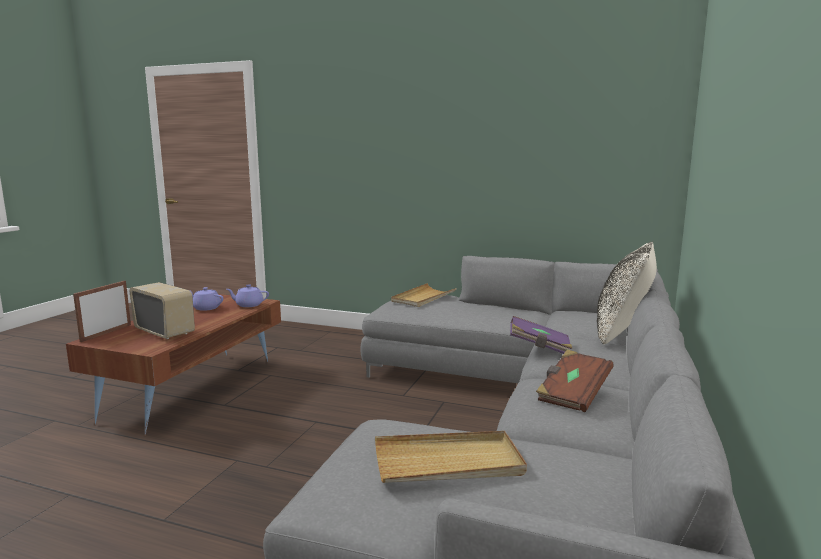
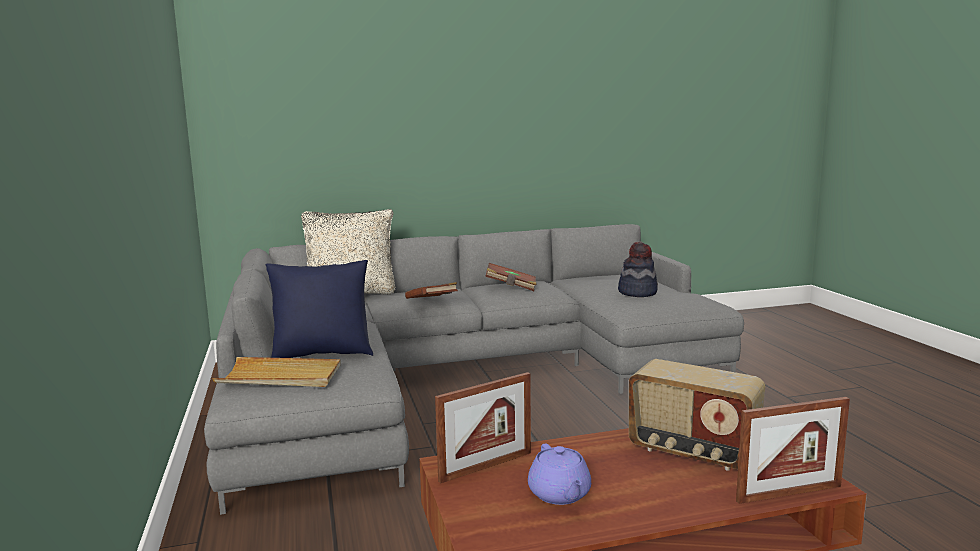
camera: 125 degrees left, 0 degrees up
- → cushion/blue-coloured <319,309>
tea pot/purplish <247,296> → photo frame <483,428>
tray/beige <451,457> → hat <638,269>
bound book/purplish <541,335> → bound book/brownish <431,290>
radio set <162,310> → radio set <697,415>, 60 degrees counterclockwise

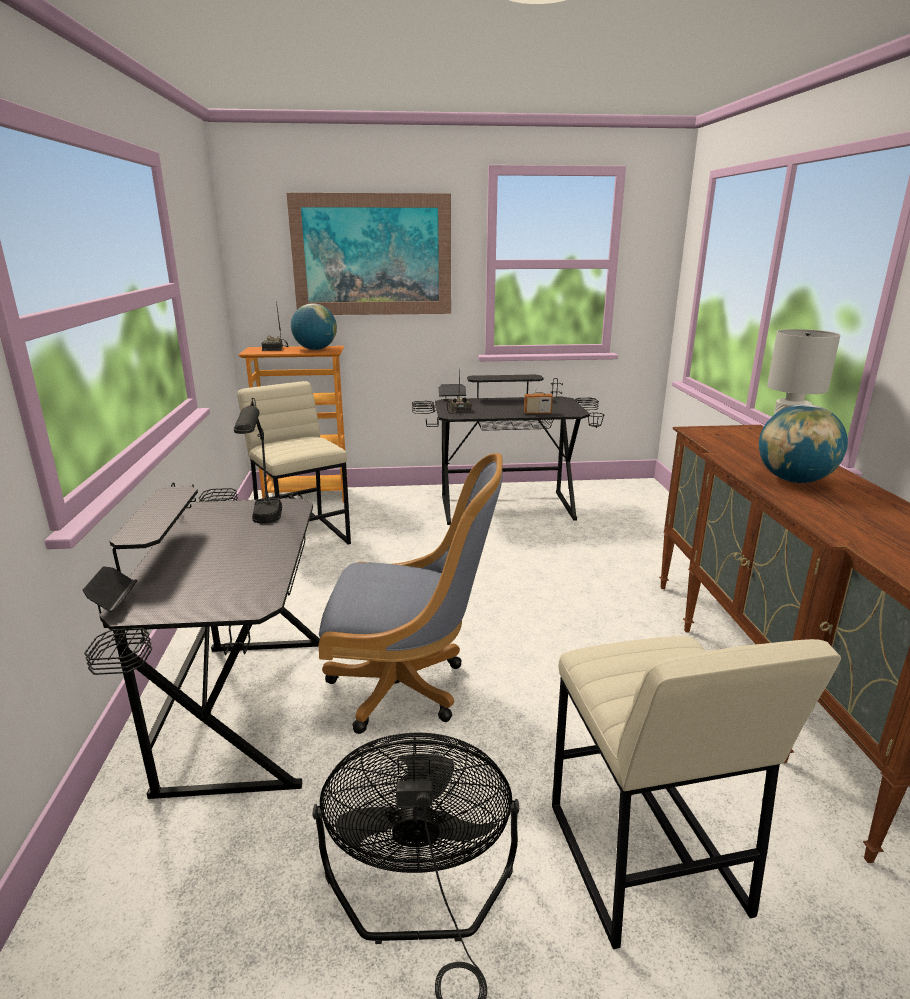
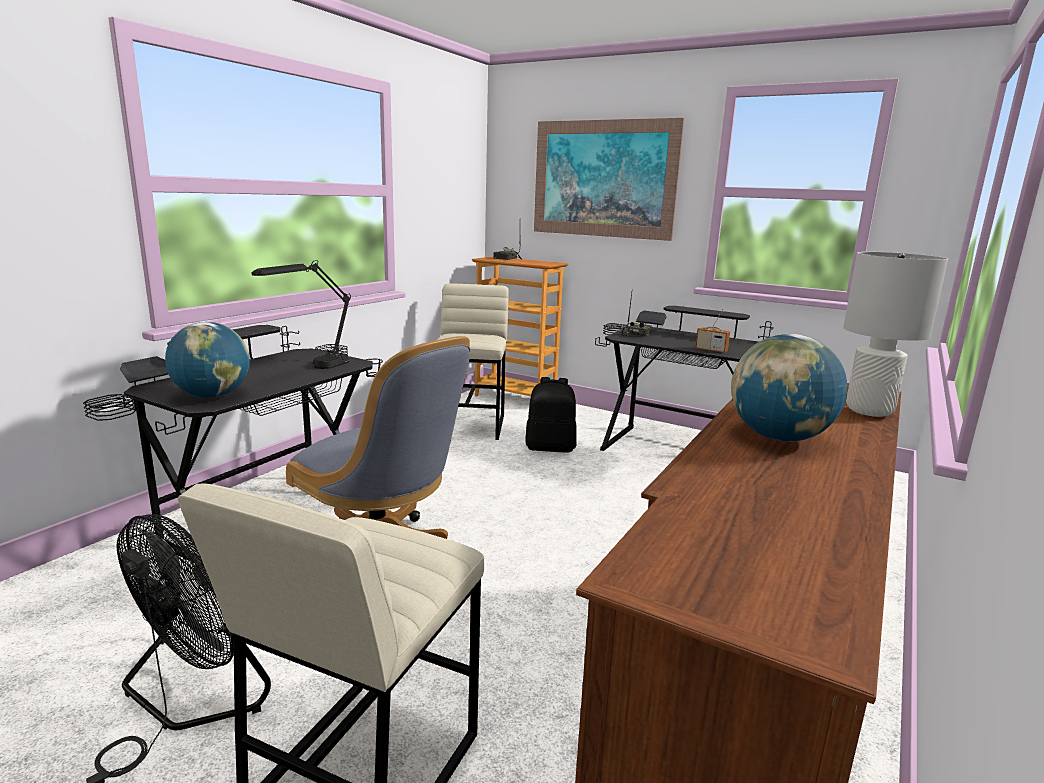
camera: 35 degrees right, 5 degrees down
- → rucksack/black-coloured <551,415>
world globe <314,326> → world globe <207,360>, relocated

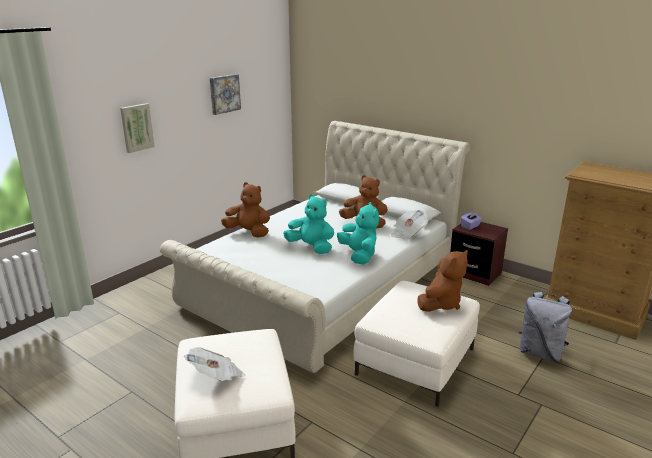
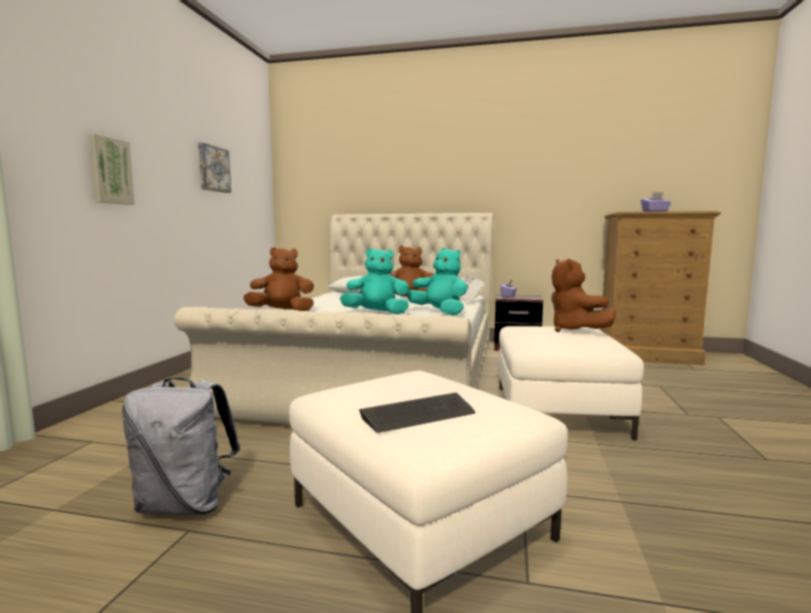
camera: 25 degrees left, 15 degrees down
- → tissue holder/purplish <656,202>
rucksack/greyish <545,327> → rucksack/greyish <181,446>, relocated
daily paper <215,364> → PC keyboard <417,413>
cuddly toy/brownish <442,281> → cuddly toy/brownish <583,295>, 150 degrees clockwise

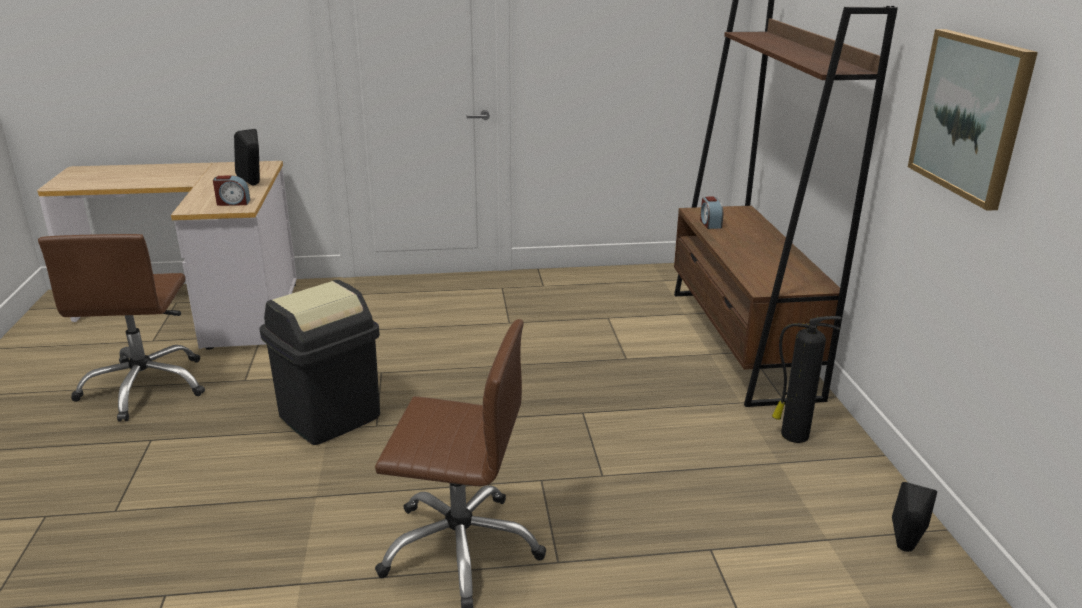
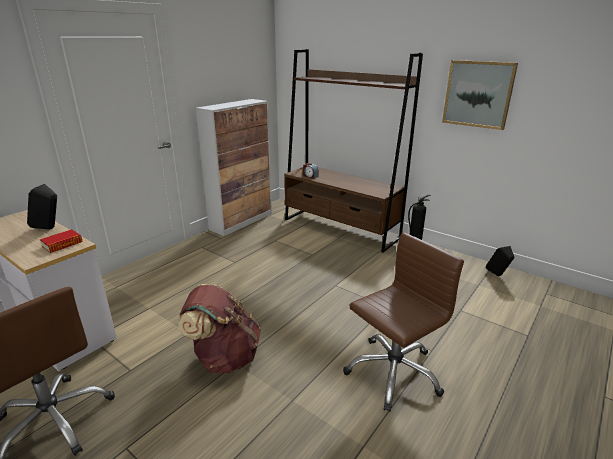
camera: 45 degrees left, 0 degrees up
- → cupboard <234,167>
table clock <231,190> → bound book <61,241>
waste bin/black-coloured <320,362> → rucksack/brownish <219,328>

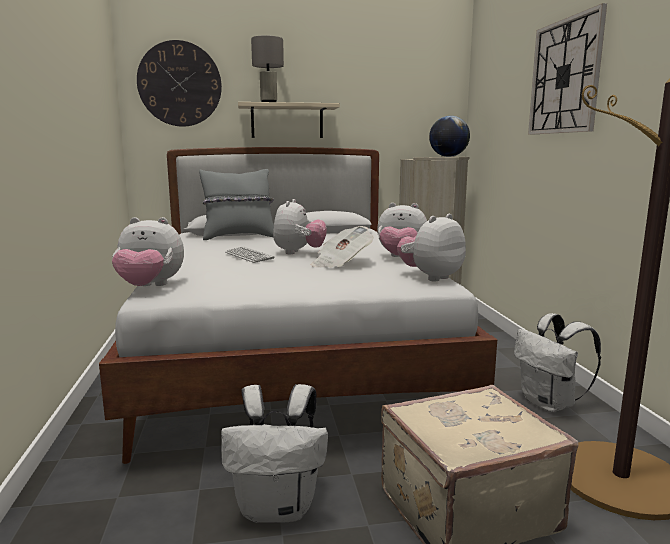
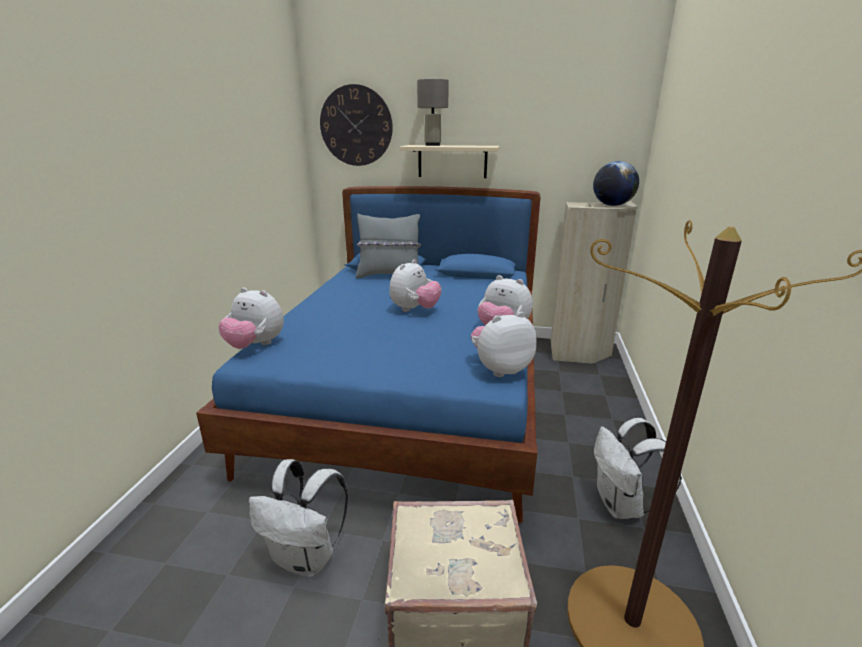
camera: 20 degrees right, 10 degrees up
PC keyboard <249,255> → -
daily paper <342,247> → -
hanging clock <567,69> → -
sleeping bed/white-coloured <298,305> → sleeping bed/blue-coloured <368,354>

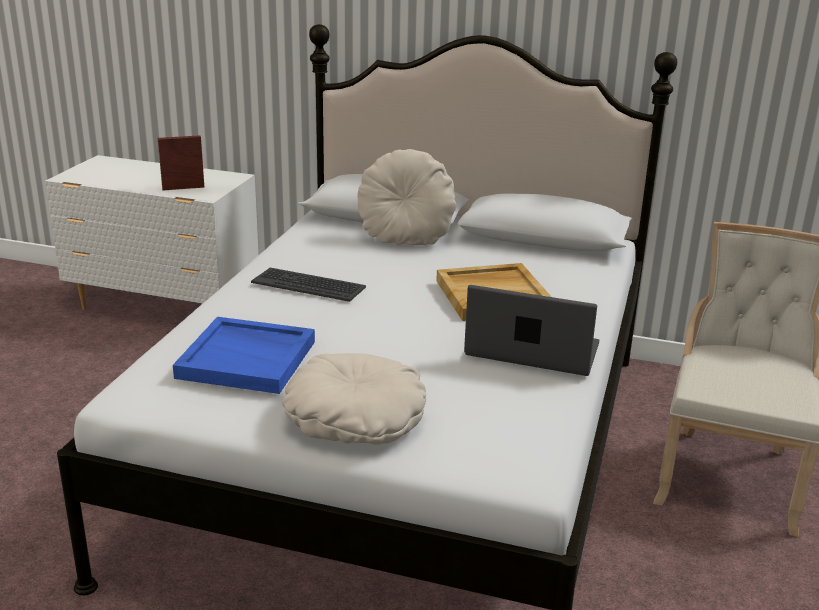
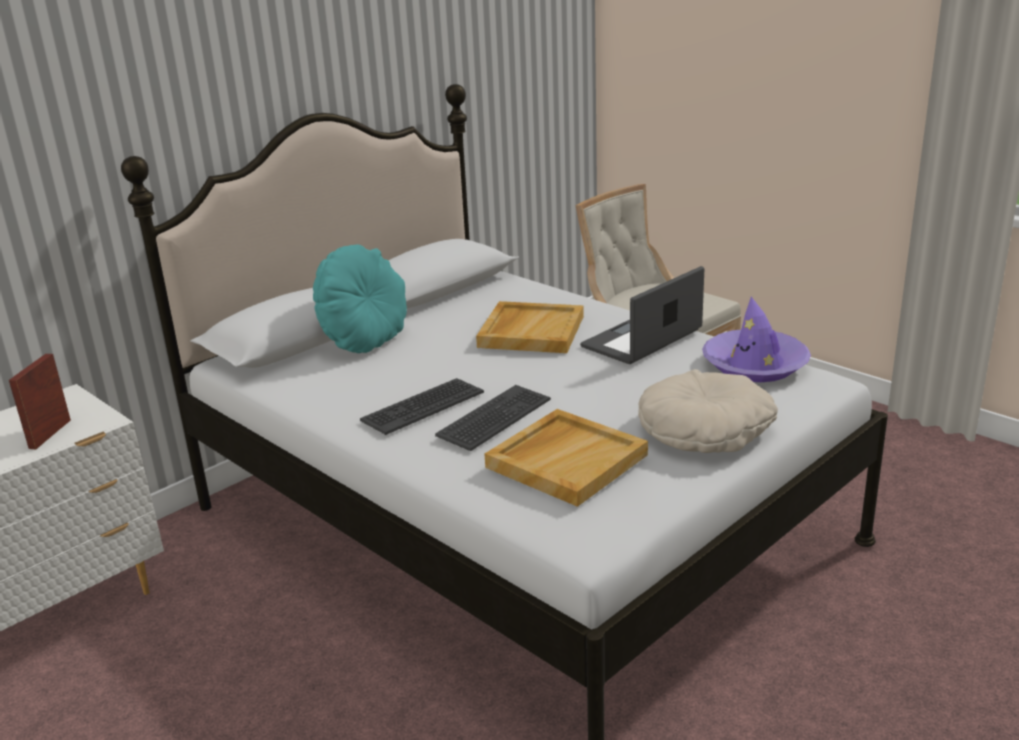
camera: 60 degrees left, 0 degrees up
- → PC keyboard <493,418>
- → hat/purplish <756,339>
tray/blue-coloured <244,355> → tray/beige <566,458>
cushion/beige <406,197> → cushion/blue-green <360,299>

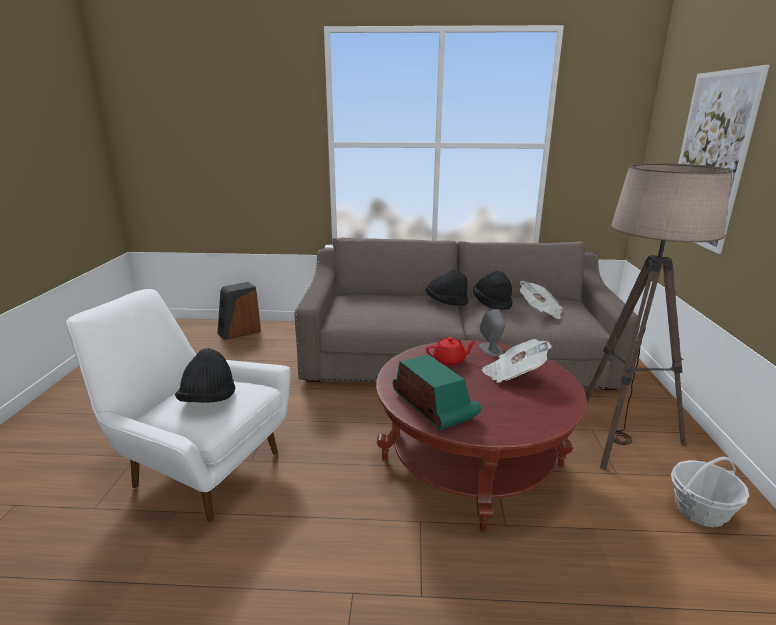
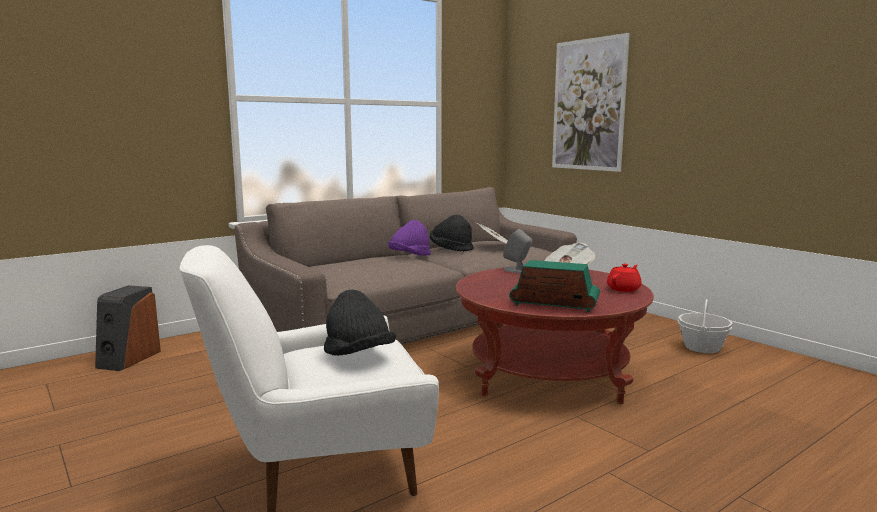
camera: 40 degrees left, 10 degrees down
standard lamp <658,316> → -
tea pot/reddish <451,351> → tea pot/reddish <624,278>, relocated
hat/black-coloured <447,287> → hat/purplish <409,238>

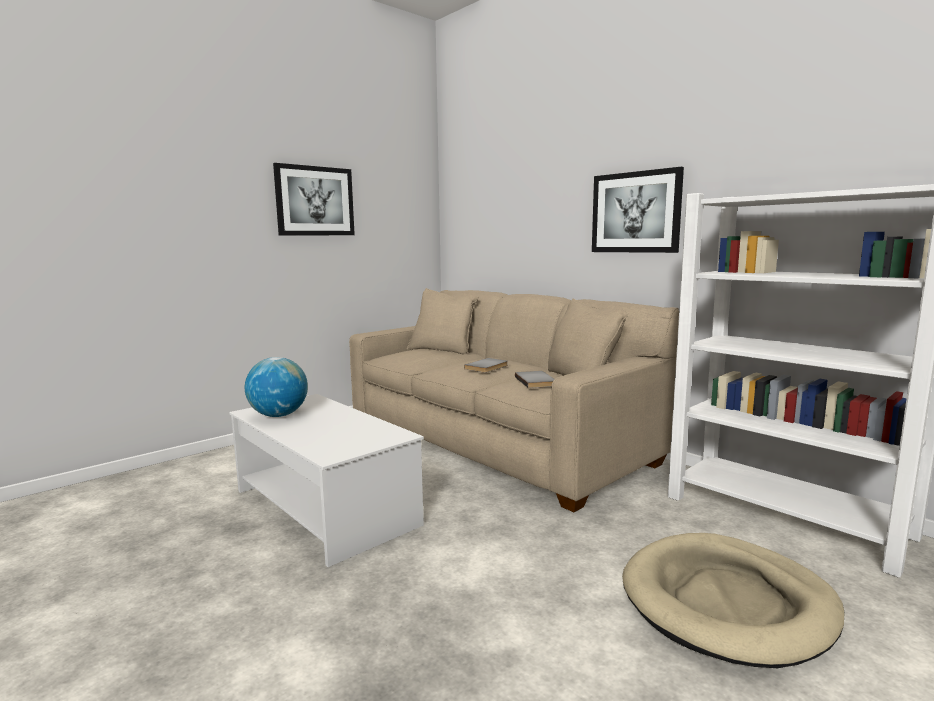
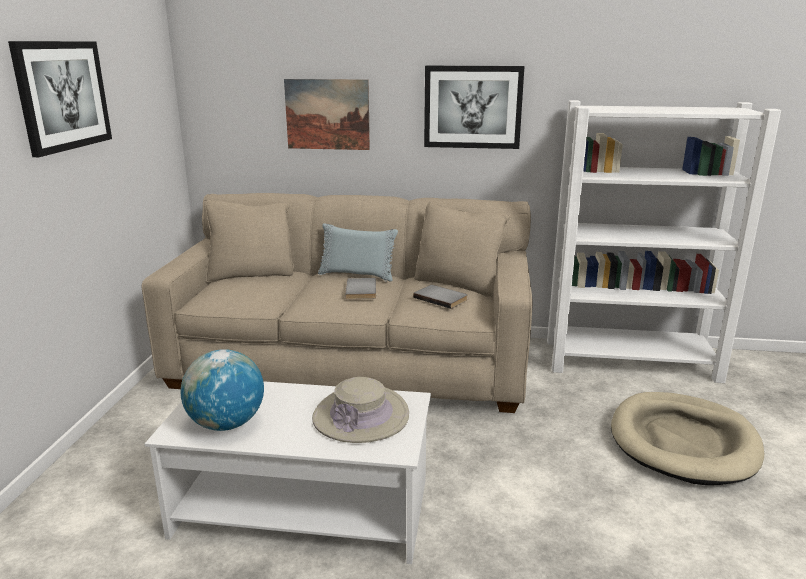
camera: 40 degrees left, 10 degrees up
- → wall art <327,114>
- → hat/beige <360,410>
- → cushion/blue-coloured <358,252>

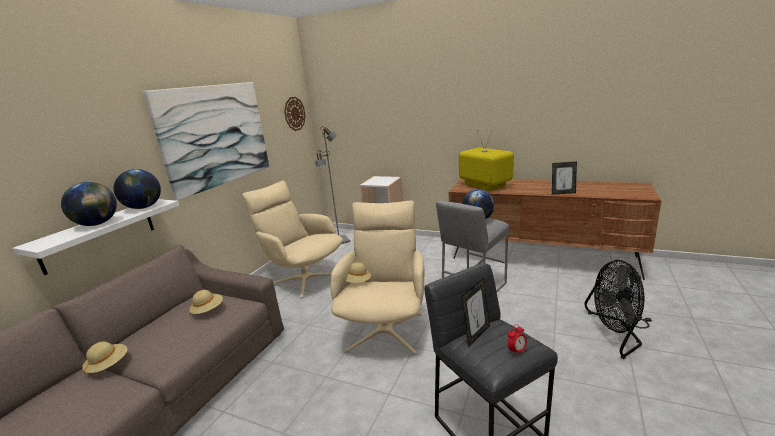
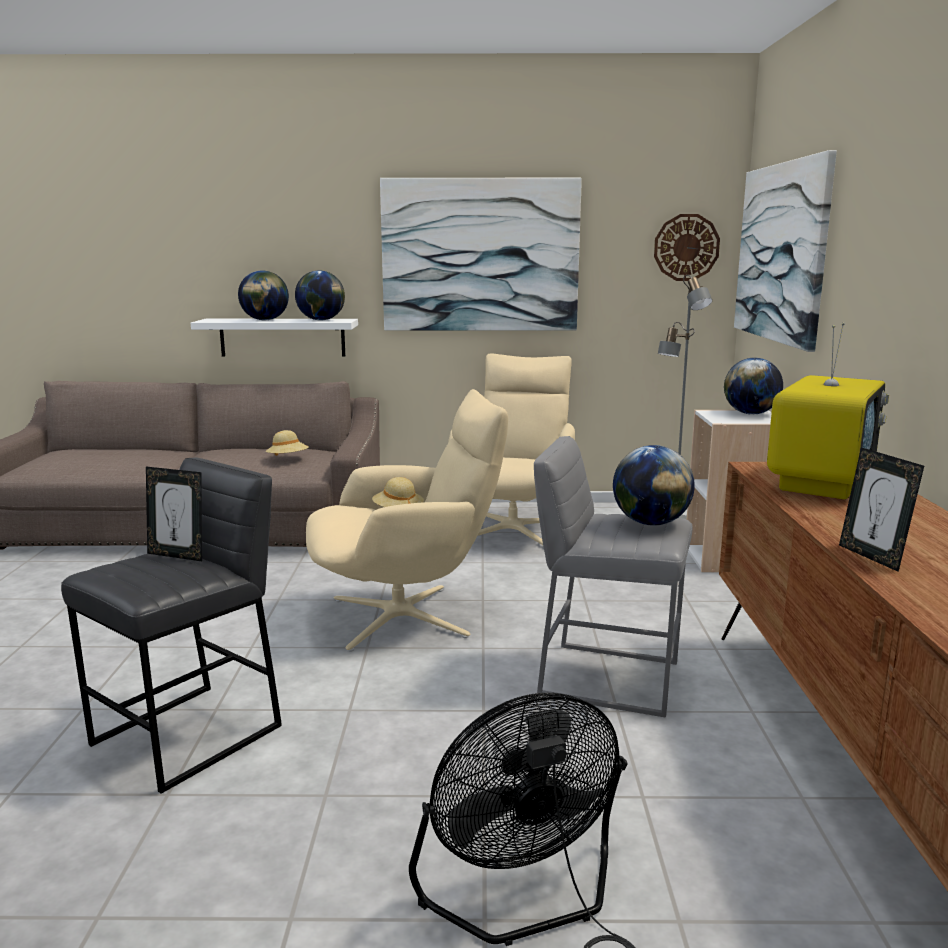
camera: 65 degrees right, 5 degrees down
hat/beige <104,359> → -
table clock <517,339> → -
- → world globe <753,386>
- → wall art <785,251>

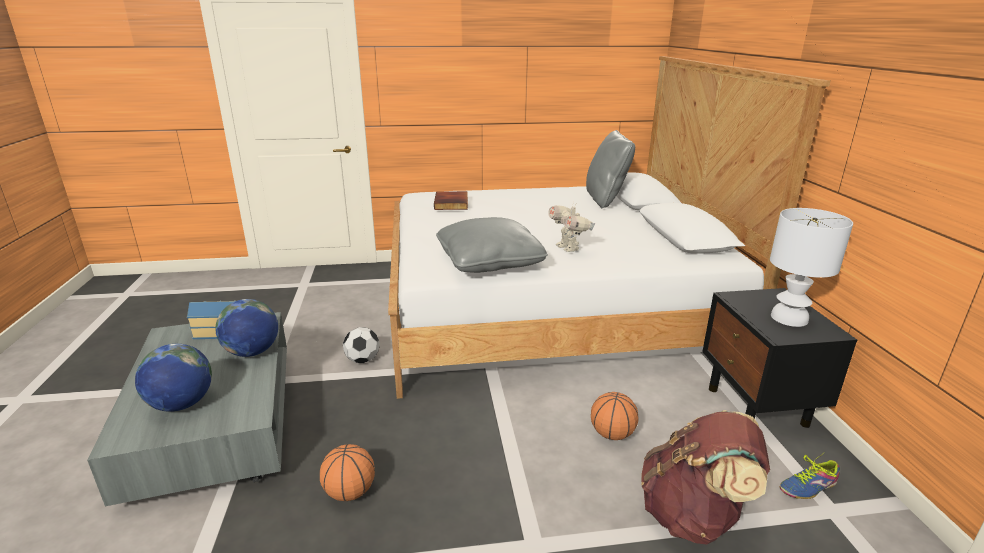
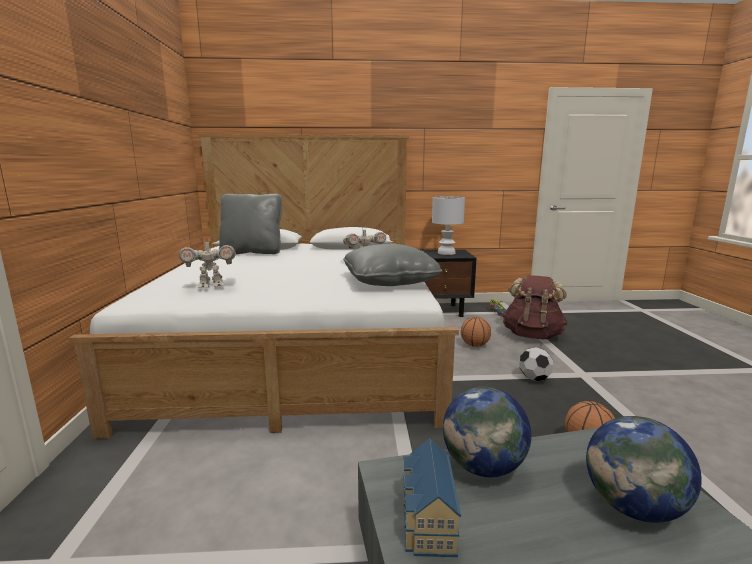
camera: 85 degrees left, 10 degrees down
football ball <361,345> → football ball <536,364>, relocated
bound book <451,200> → model robot <207,262>

